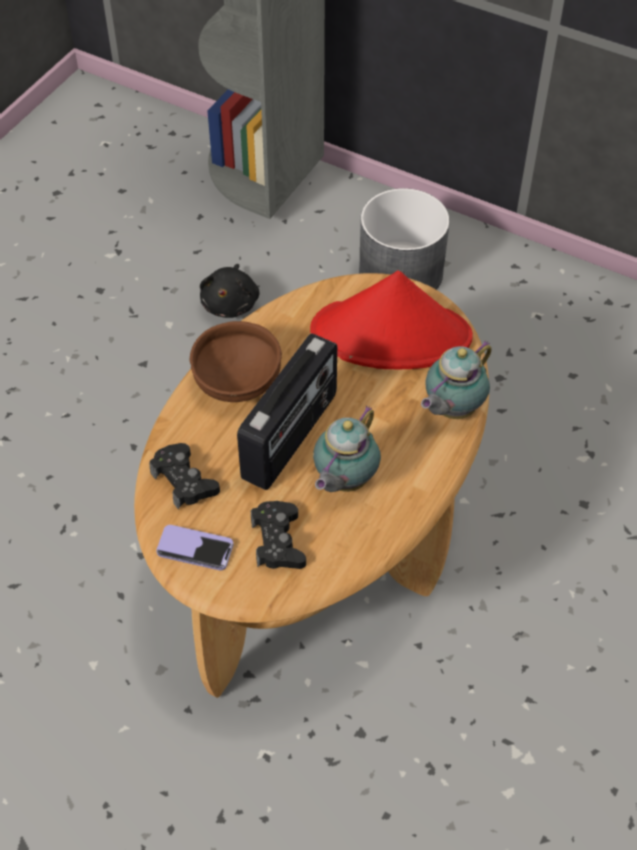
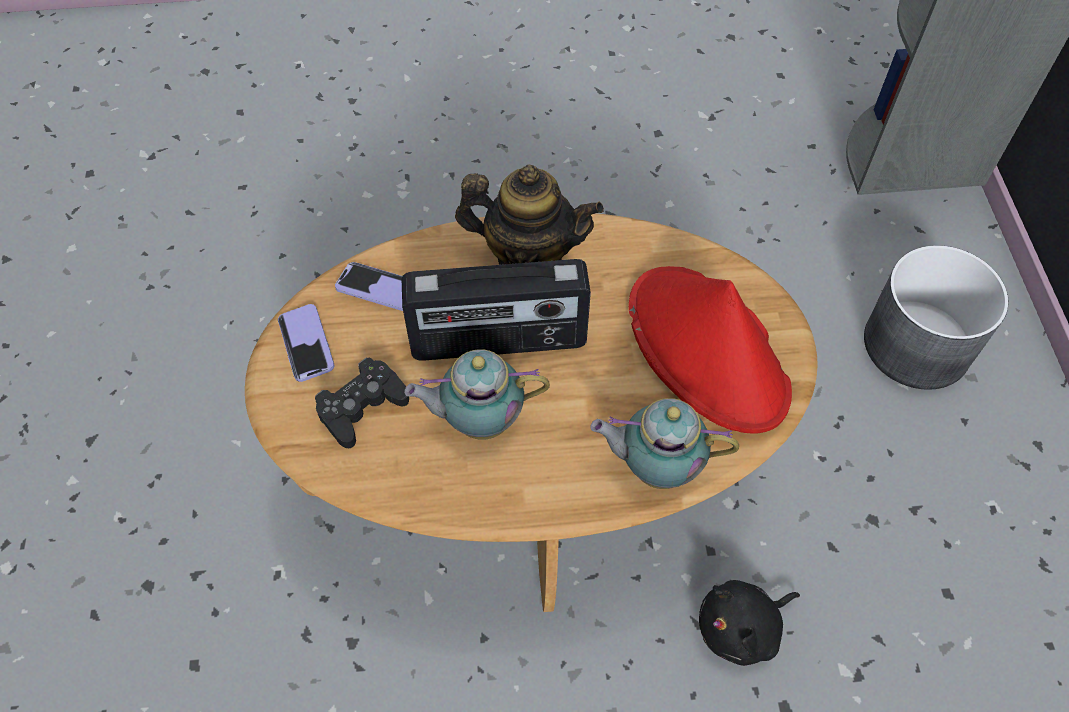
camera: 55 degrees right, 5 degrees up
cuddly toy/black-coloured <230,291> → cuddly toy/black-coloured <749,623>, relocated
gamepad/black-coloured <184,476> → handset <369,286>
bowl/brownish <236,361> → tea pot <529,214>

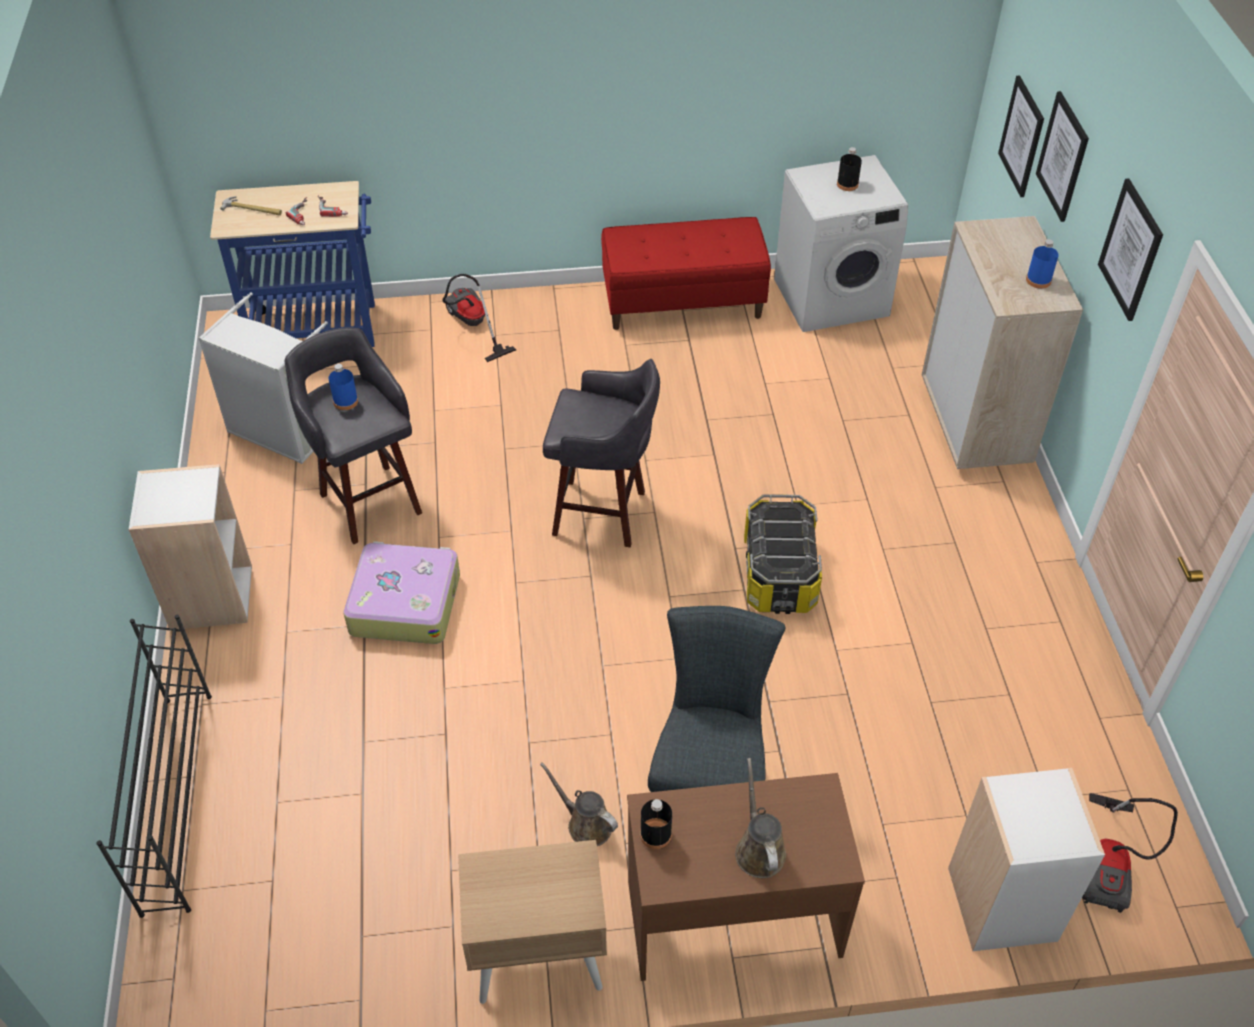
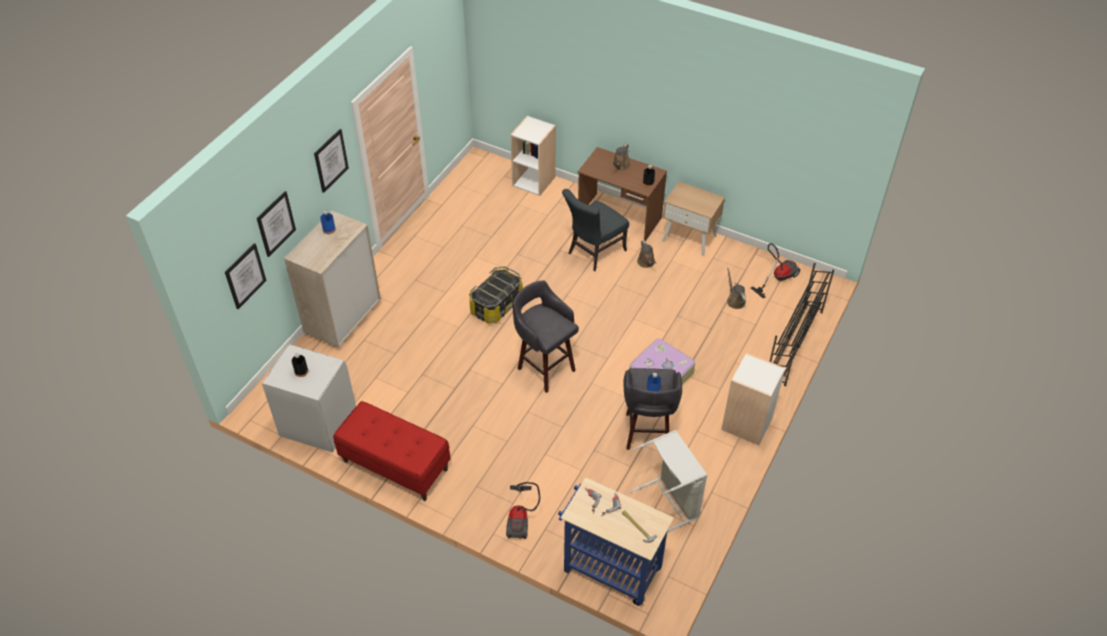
camera: 145 degrees left, 0 degrees up
- → watering can/brownish <736,288>
vacuum <1130,853> → vacuum <776,271>, relocated

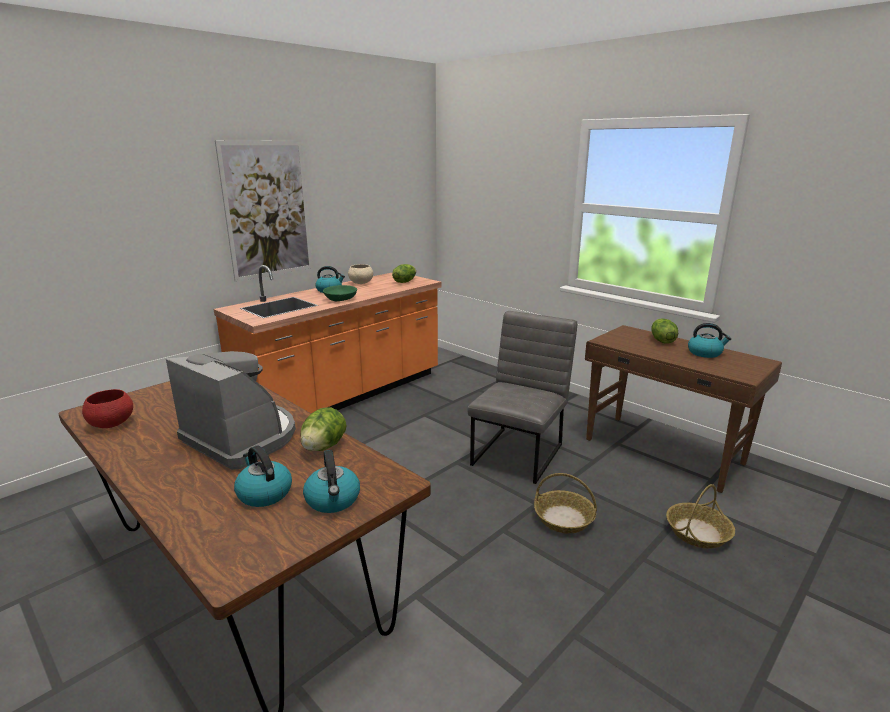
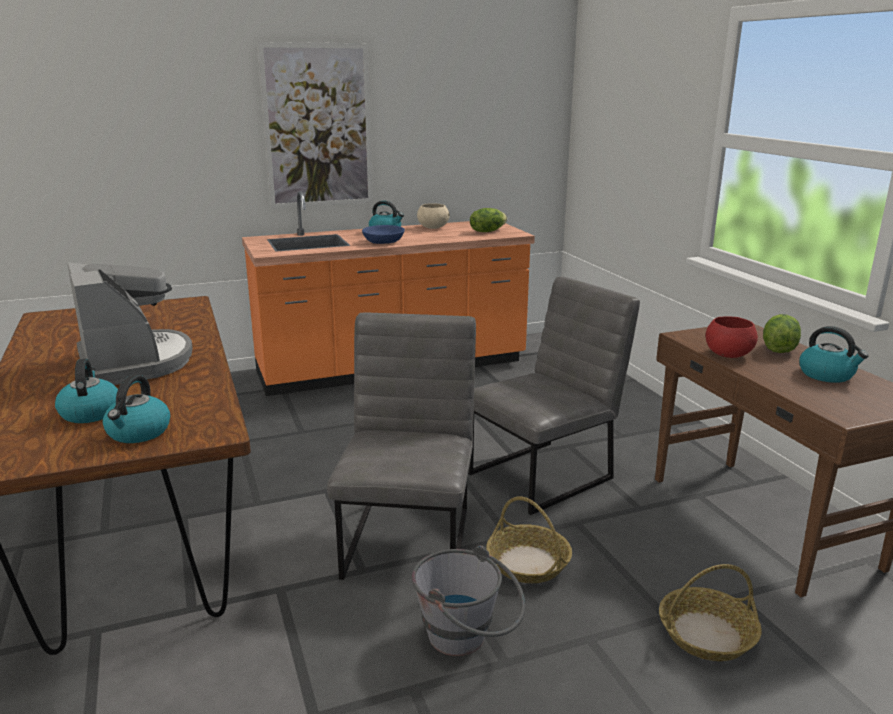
camera: 25 degrees right, 0 degrees up
lettuce head <324,429> → -
- → plain chair/greyish <401,446>
- → bucket/greyish <468,600>
bowl/reddish <107,408> → bowl/reddish <732,337>, relocated
bowl/greenish <340,293> → bowl/blue-coloured <383,234>

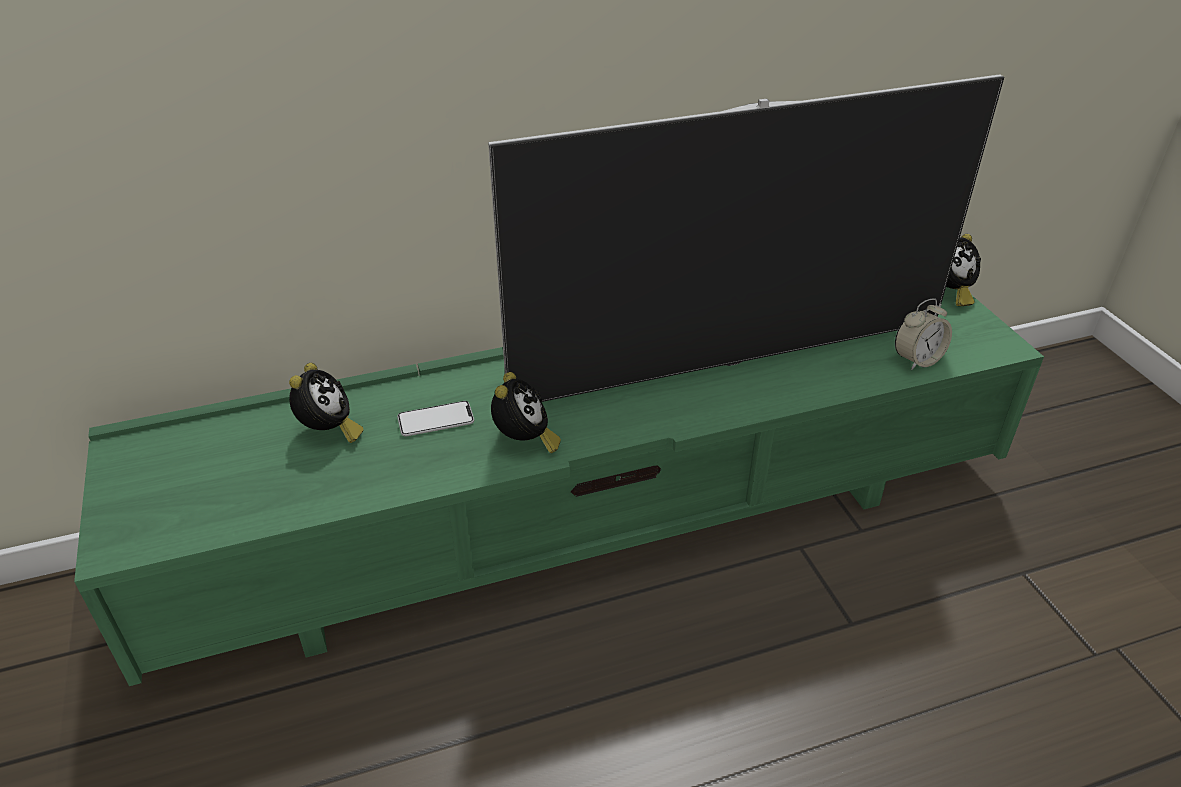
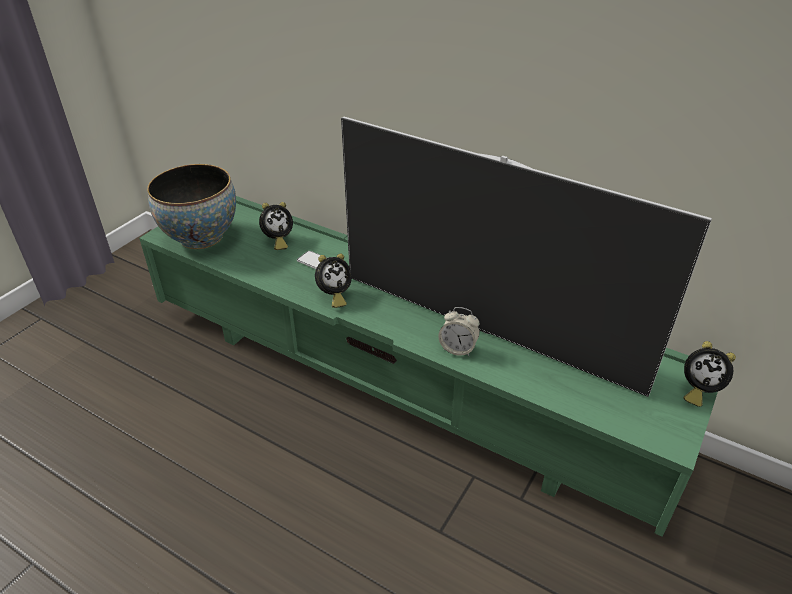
camera: 50 degrees right, 0 degrees up
- → bowl <191,206>
table clock <923,334> → table clock <459,331>, relocated

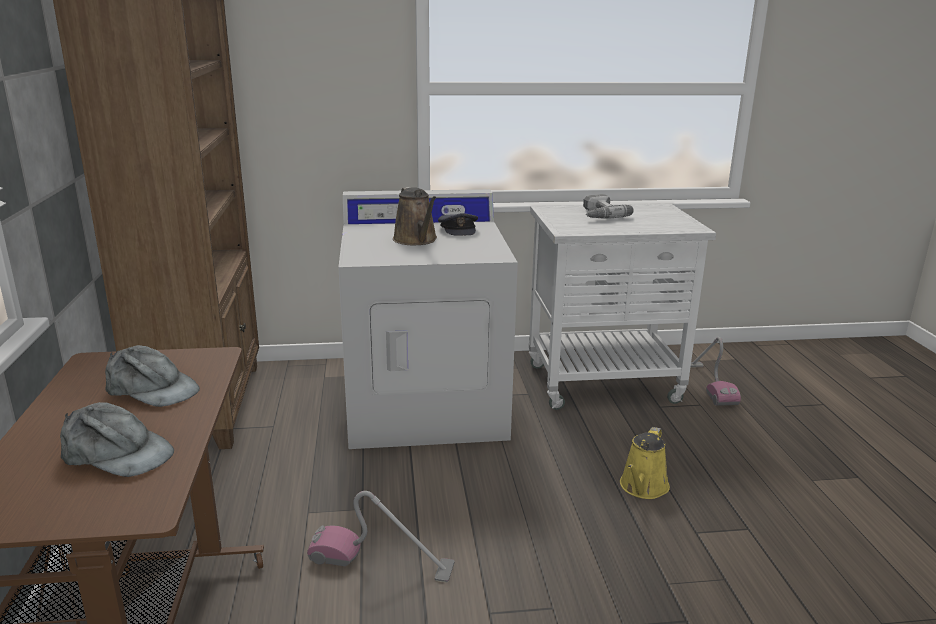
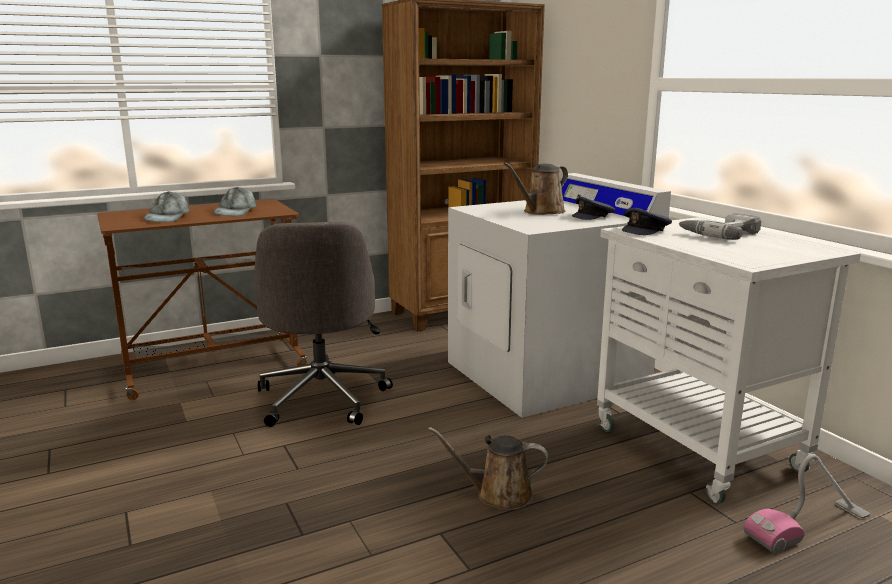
camera: 70 degrees right, 5 degrees down
- → cap/greyish <647,221>
vacuum <380,537> → office chair/greyish <323,324>
watering can/yellow <645,463> → watering can/brownish <488,468>

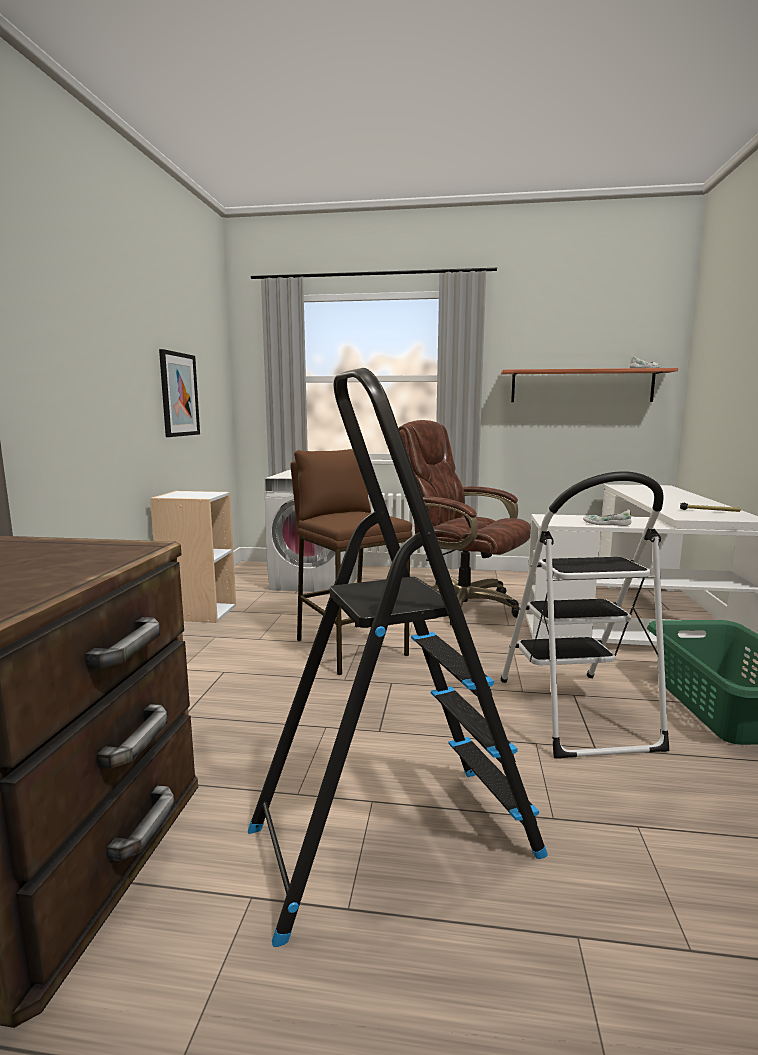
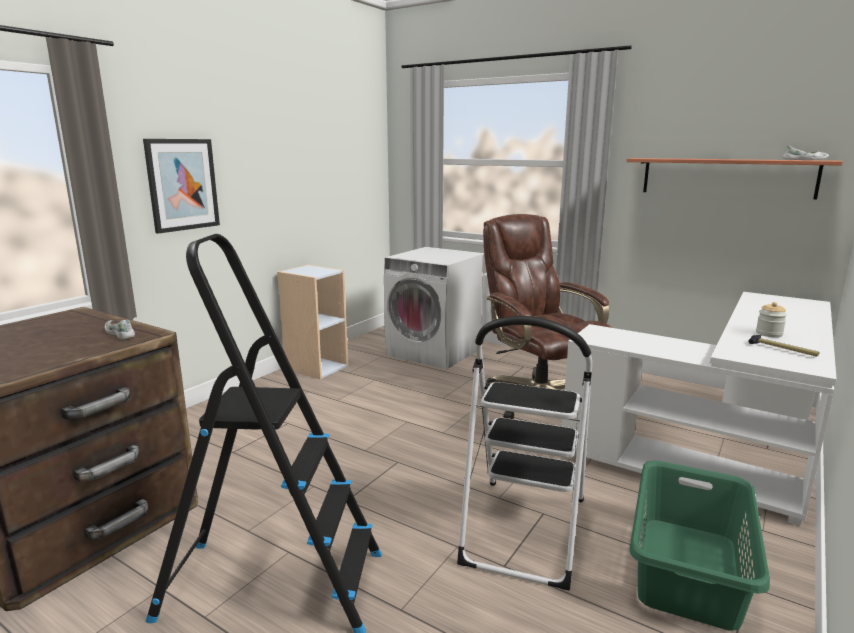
camera: 25 degrees right, 5 degrees up
stool/brownish <351,562> → -
- → preserve jar <771,319>
wall art <179,393> → wall art <181,186>, relocated
low shoe/white-coloured <607,518> → low shoe/white-coloured <120,329>, relocated

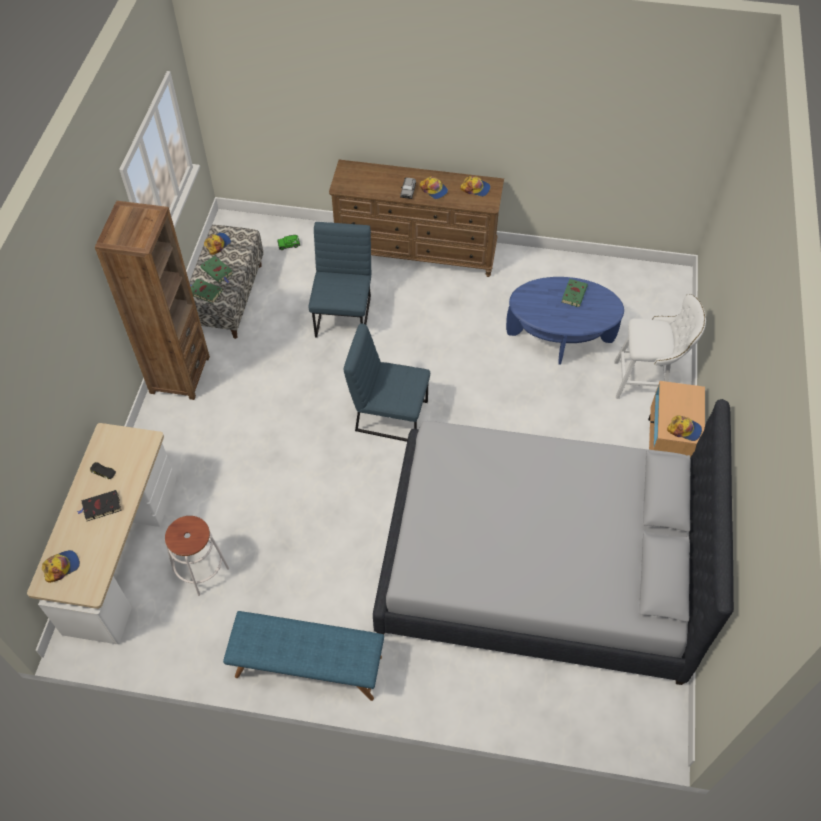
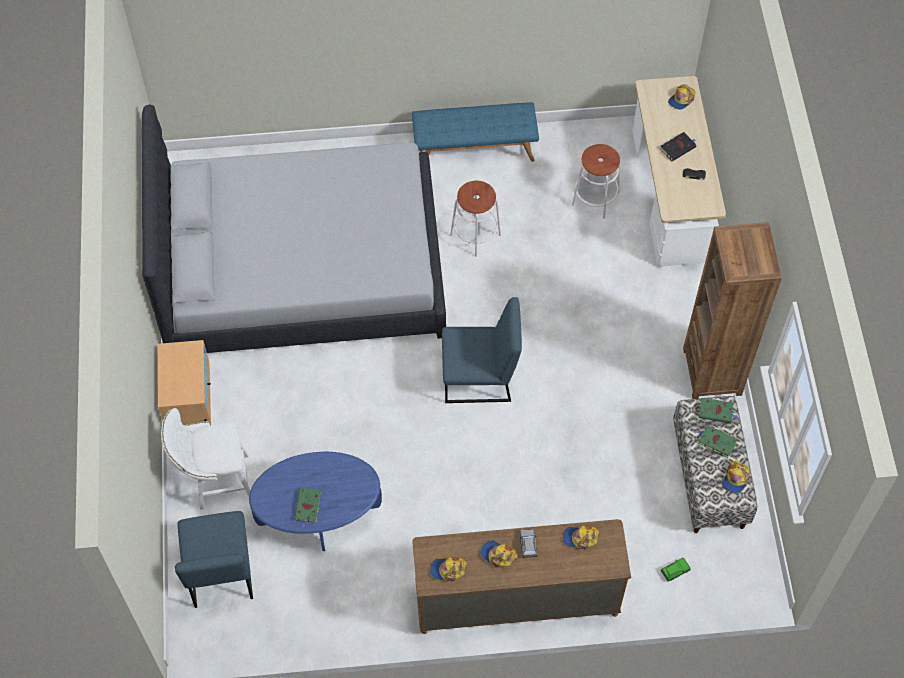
camera: 165 degrees right, 5 degrees up
- → stool/white-coloured <475,219>
plain chair/blue-coloured <339,280> → plain chair/blue-coloured <214,559>, relocated
cap <684,428> → cap <581,537>, relocated

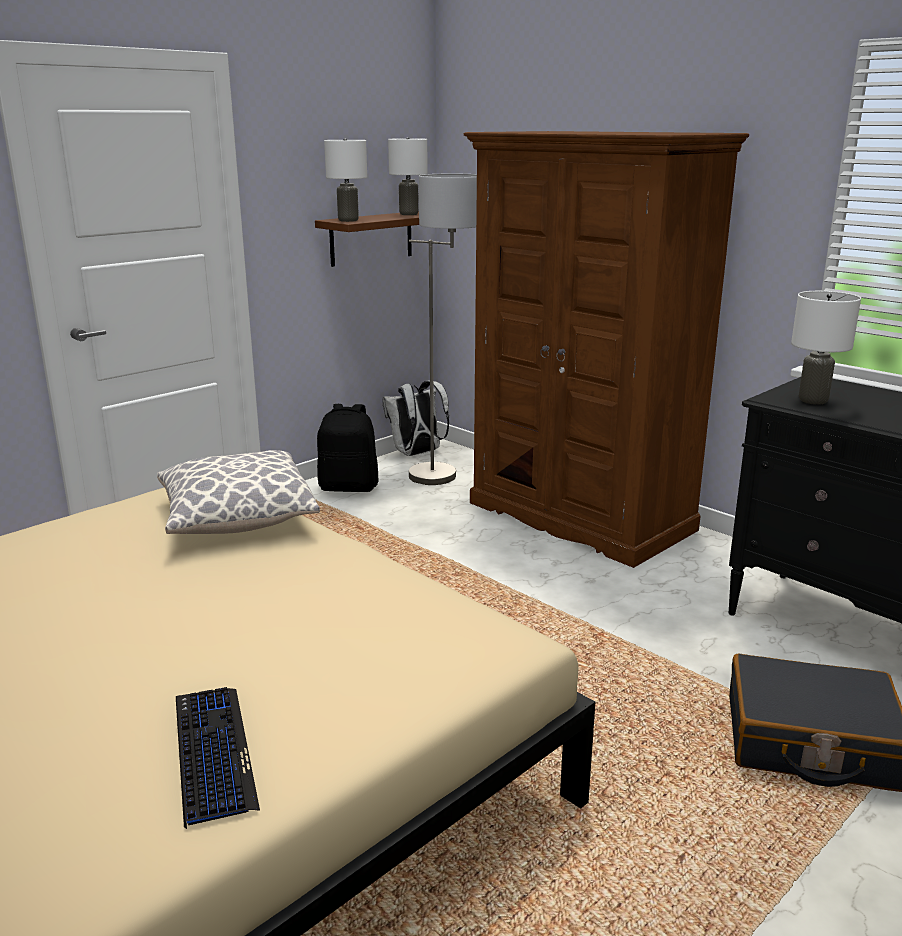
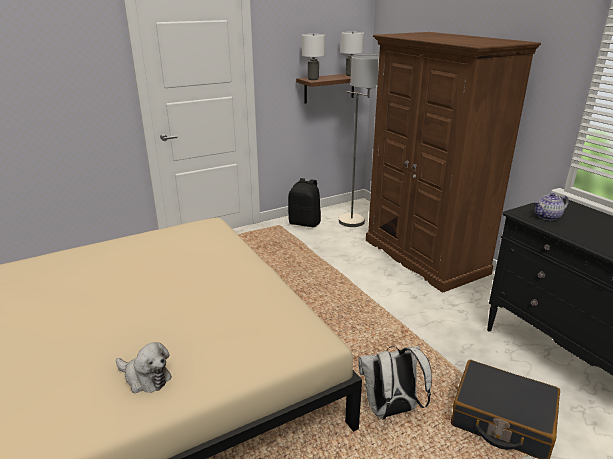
camera: 15 degrees right, 5 degrees up
cushion <238,492> → -
rucksack/white-coloured <415,418> → rucksack/white-coloured <395,383>, relocated
PC keyboard <218,758> → cuddly toy <144,367>
table lamp/white-coloured <826,348> → tea pot <551,207>

